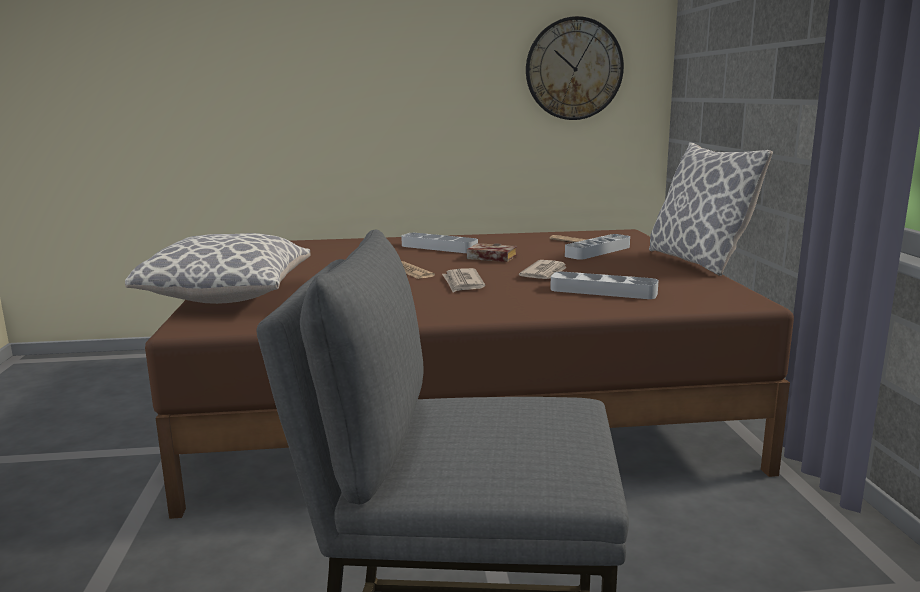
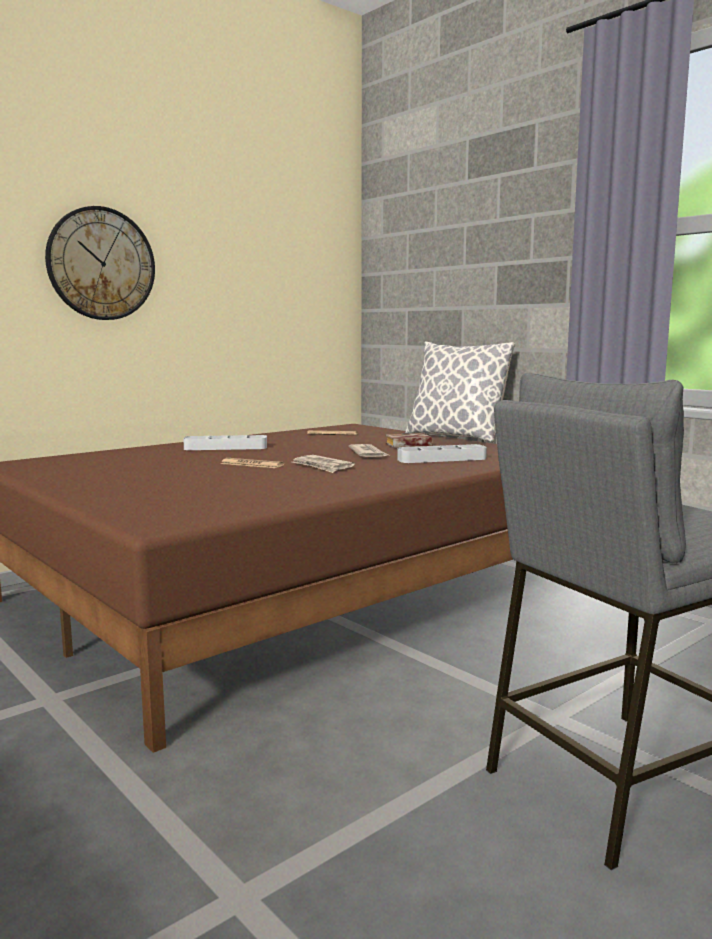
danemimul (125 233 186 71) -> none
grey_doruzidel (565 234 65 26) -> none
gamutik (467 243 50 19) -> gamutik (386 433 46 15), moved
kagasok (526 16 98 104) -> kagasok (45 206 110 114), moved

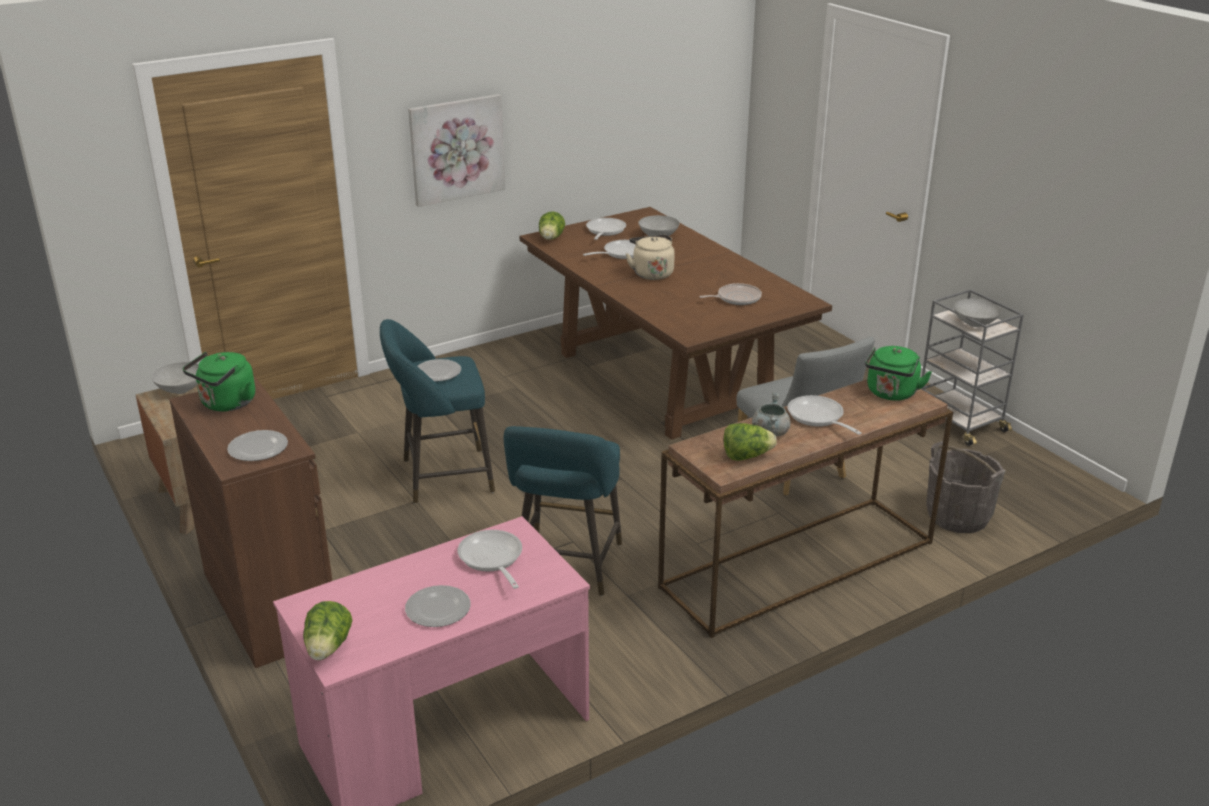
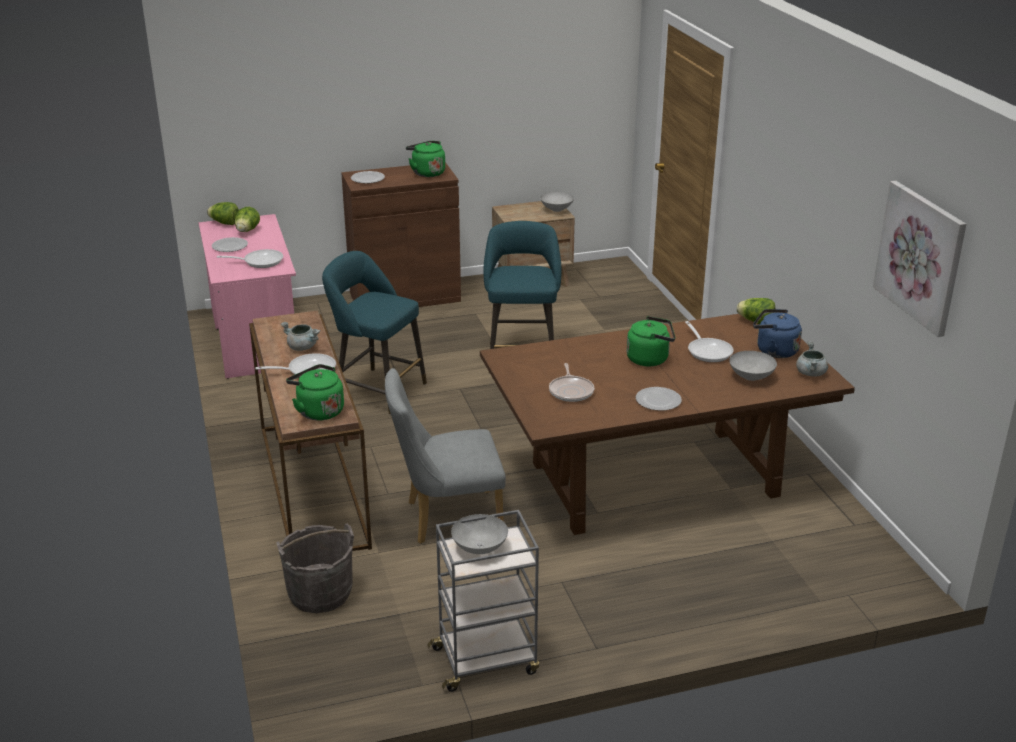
none -> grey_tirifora (796 341 32 35)
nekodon (408 94 97 113) -> nekodon (873 181 93 156), moved
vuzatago (417 359 44 23) -> vuzatago (636 387 46 24), moved
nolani (724 423 53 38) -> nolani (235 207 25 25), moved
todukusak (586 218 40 22) -> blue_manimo (753 309 49 49)
beige_manimo (626 235 49 45) -> green_manimo (626 316 49 50)

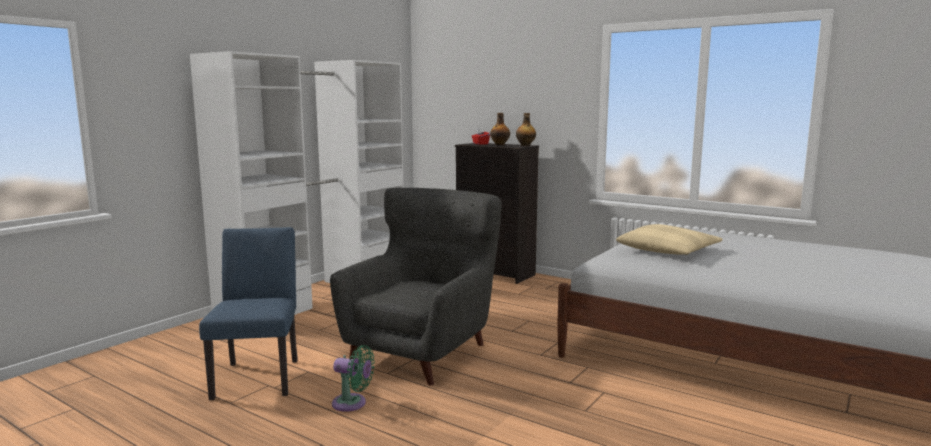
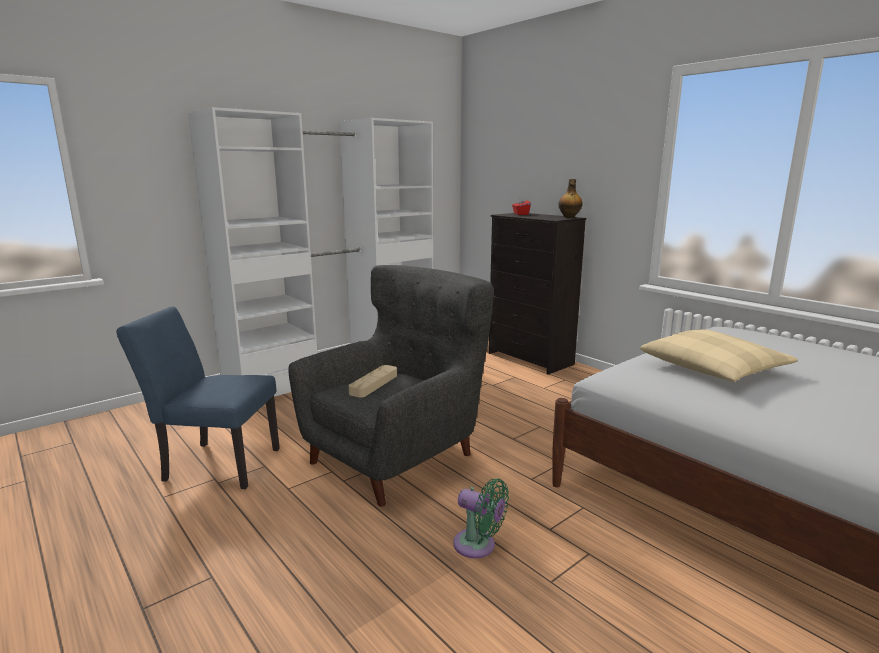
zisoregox (490 113 20 33) -> none
none -> beige_doruzidel (349 365 48 33)
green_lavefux (332 345 43 67) -> green_lavefux (453 479 56 79), moved
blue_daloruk (199 227 99 173) -> blue_daloruk (116 306 164 183), 90 degrees counterclockwise

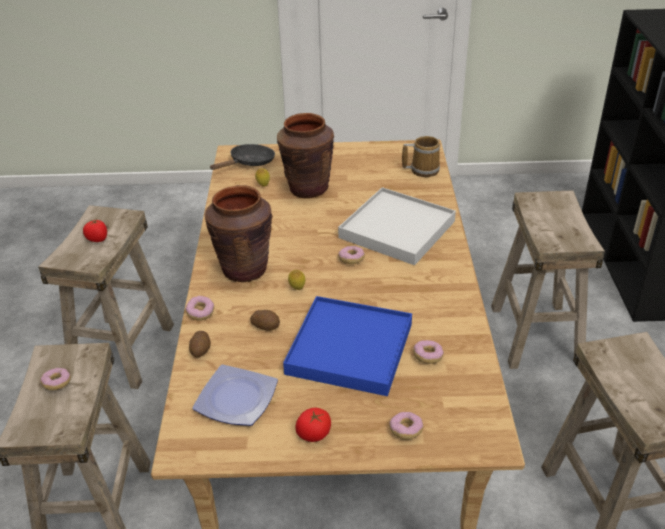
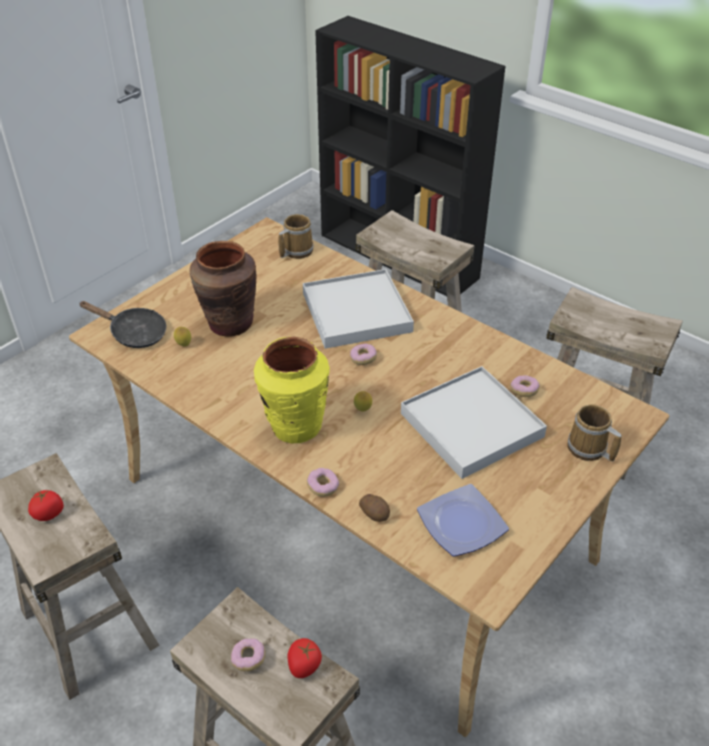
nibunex (250 310 30 21) -> none
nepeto (295 408 36 34) -> nepeto (288 638 34 40), moved
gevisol (389 412 35 28) -> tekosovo (567 404 55 58)
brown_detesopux (205 185 68 97) -> yellow_detesopux (254 337 76 106)
blue_doruzidel (283 296 129 100) -> white_doruzidel (401 366 146 113)
black_todukusak (210 144 65 26) -> black_todukusak (80 301 87 47), 120 degrees clockwise

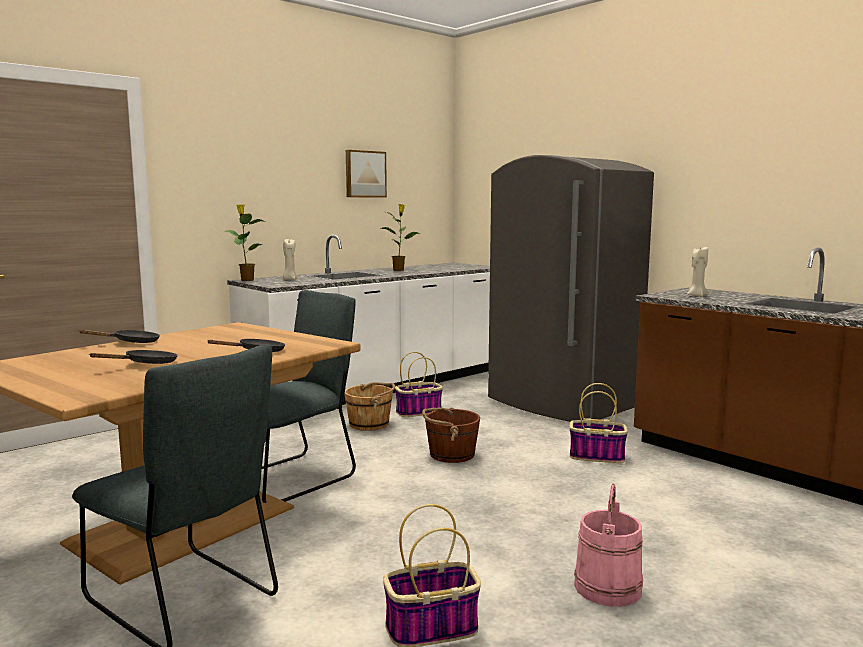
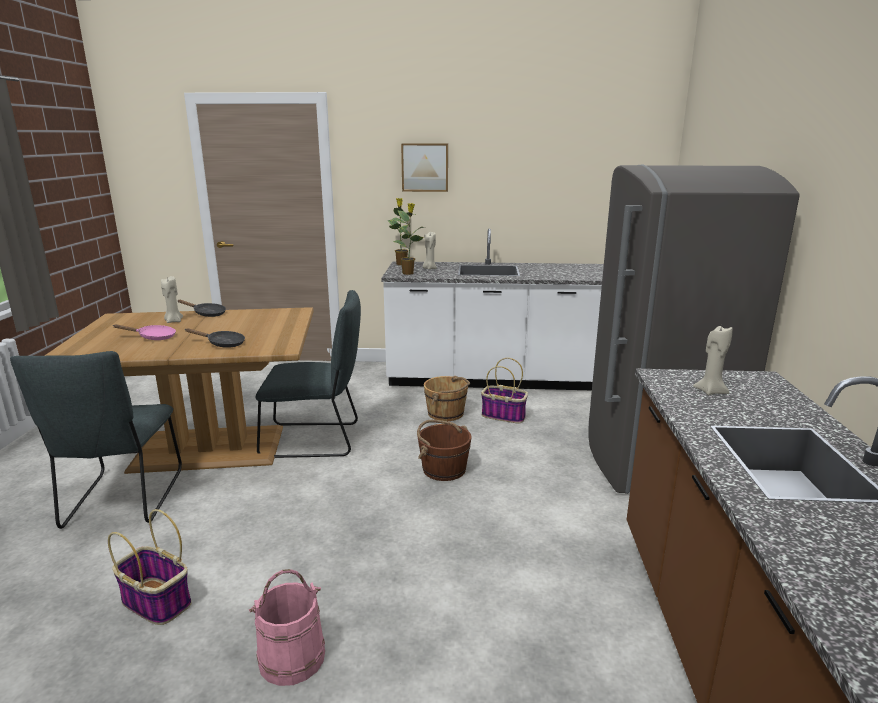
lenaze (570 383 58 80) -> none
none -> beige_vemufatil (161 276 22 47)
nekodon (346 150 41 48) -> nekodon (401 143 47 49), moved
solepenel (380 204 40 67) -> solepenel (391 203 33 72), moved
black_todukusak (89 350 89 14) -> pink_todukusak (114 324 62 16)

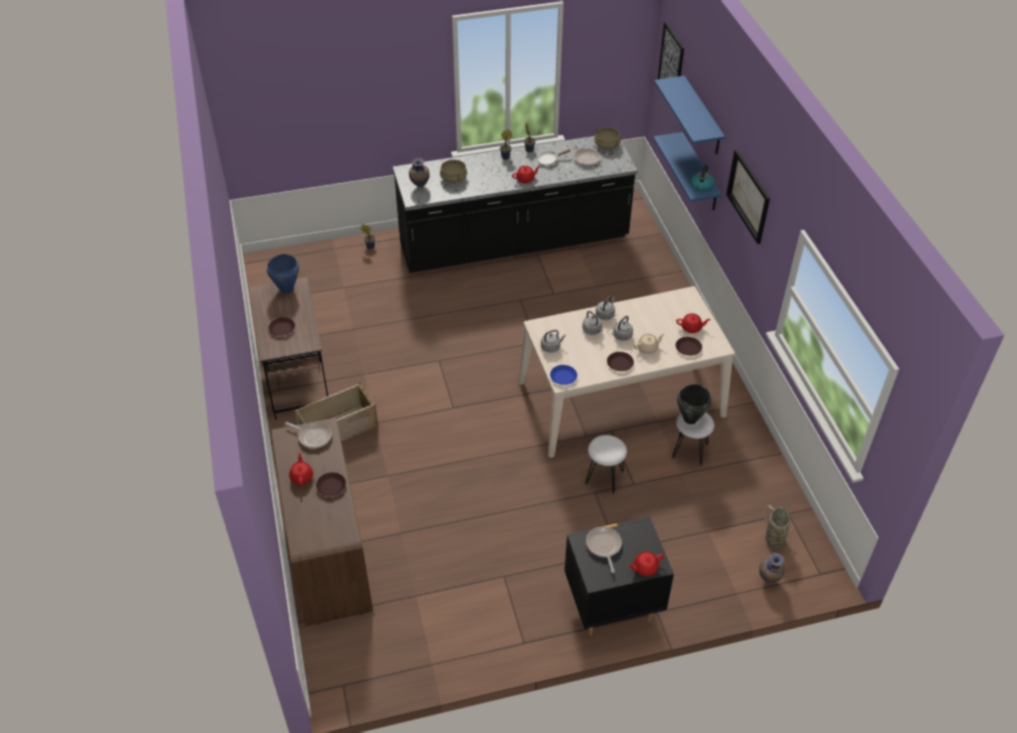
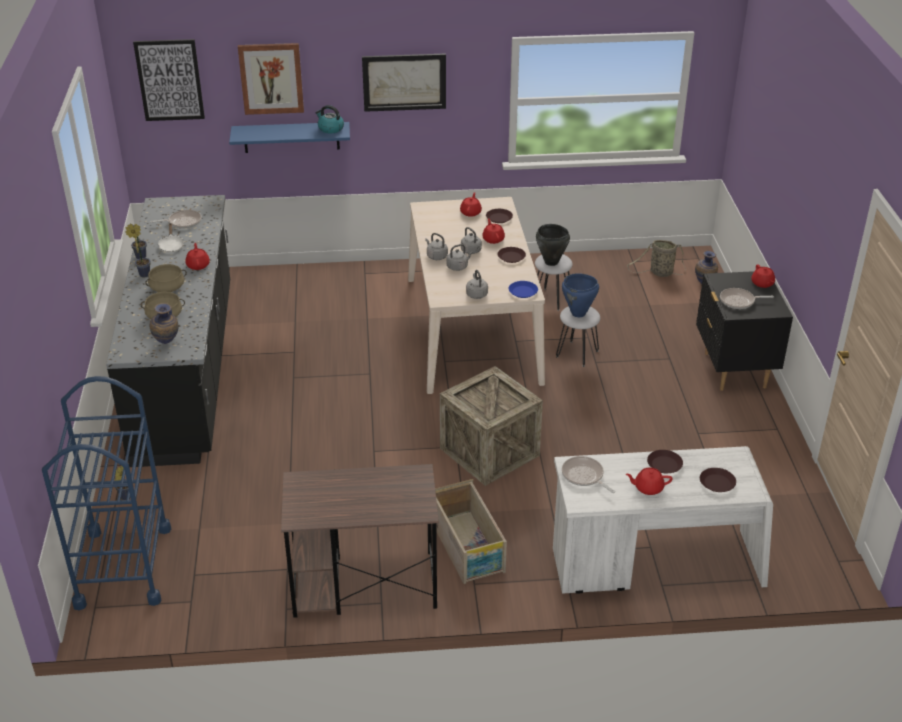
none -> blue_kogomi (42 376 129 234)
none -> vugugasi (440 366 103 120)
blue_tirifora (267 254 32 40) -> blue_tirifora (562 273 37 44), moved
brown_vuzatago (269 317 26 19) -> brown_vuzatago (700 468 36 24), moved
beige_tirifora (594 127 27 22) -> beige_tirifora (145 264 42 28), moved
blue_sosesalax (654 76 71 78) -> nekodon (238 43 66 72)
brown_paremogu (271 417 102 209) -> white_paremogu (553 446 220 148)
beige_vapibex (634 334 31 20) -> red_vapibex (482 218 23 26)
todukusak (285 422 47 27) -> todukusak (562 456 53 37), 75 degrees counterclockwise

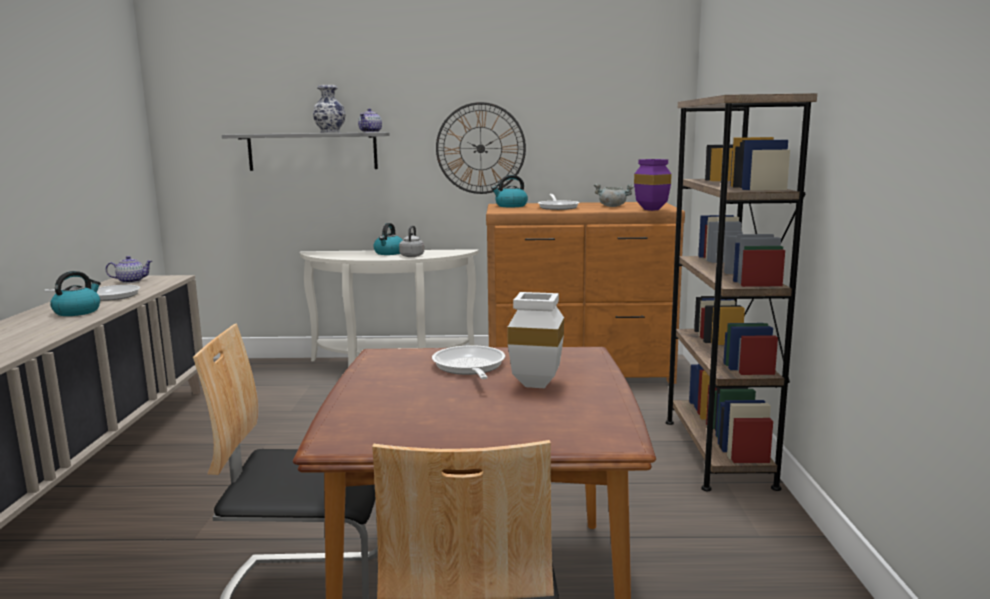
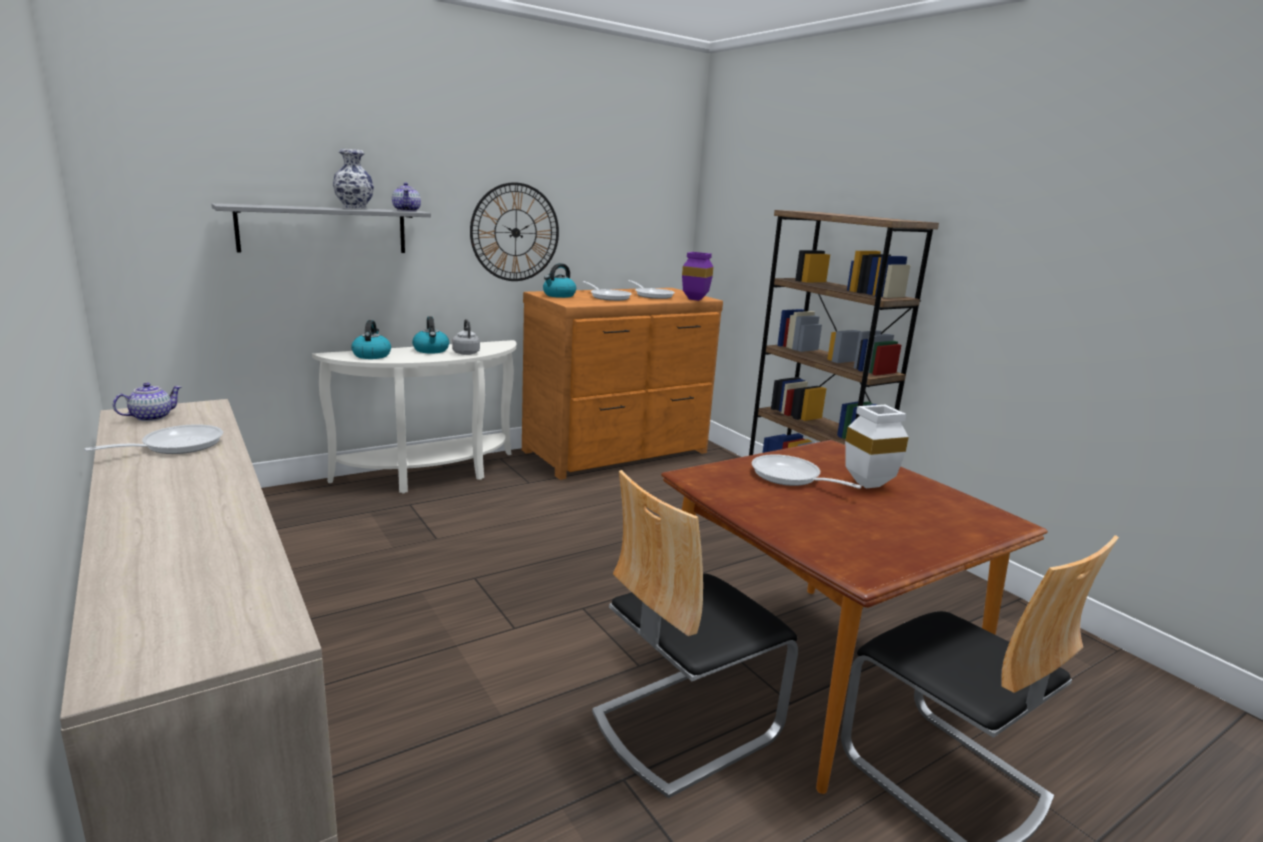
manimo (50 271 51 45) -> manimo (351 320 40 39), moved
grey_tirifora (594 183 40 24) -> todukusak (628 280 47 19)

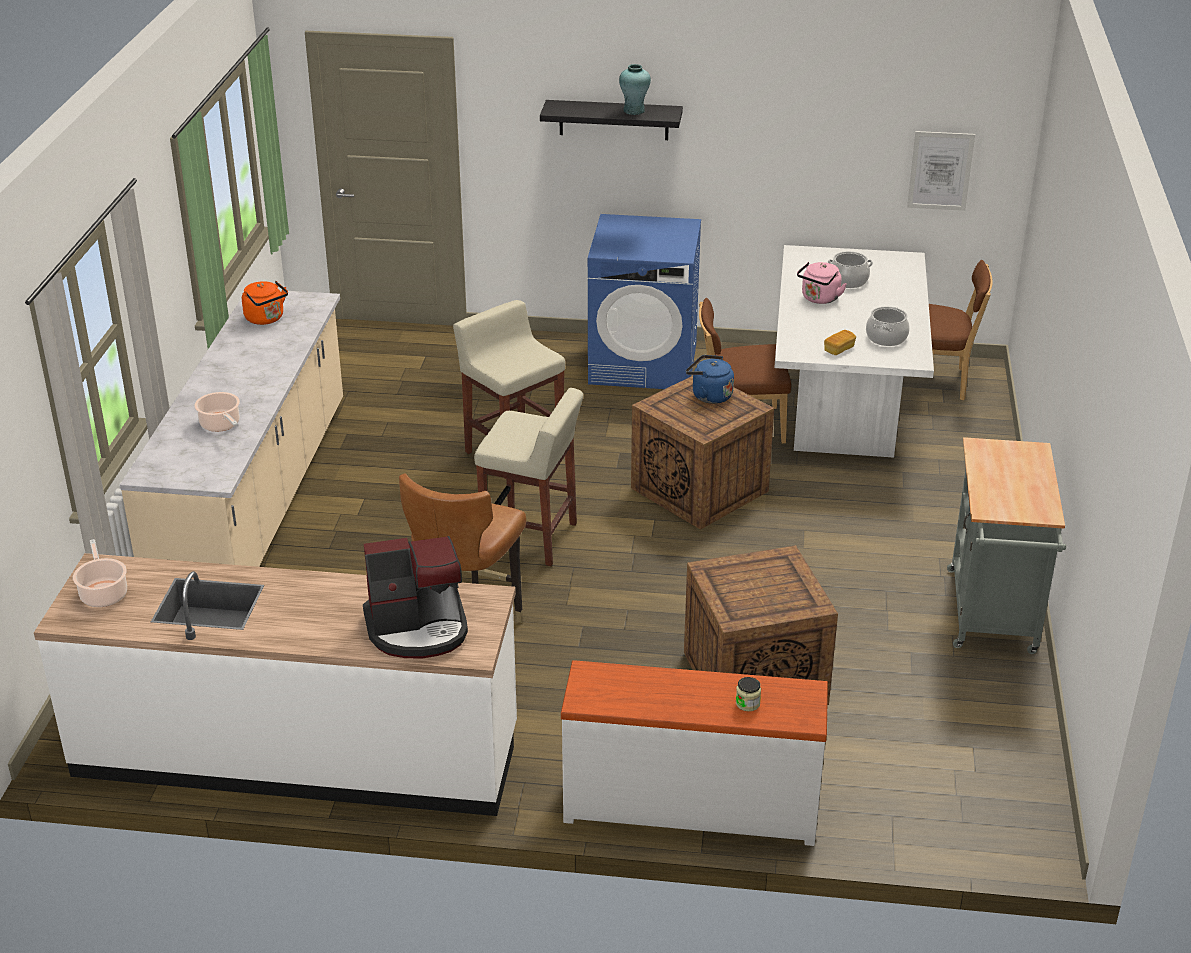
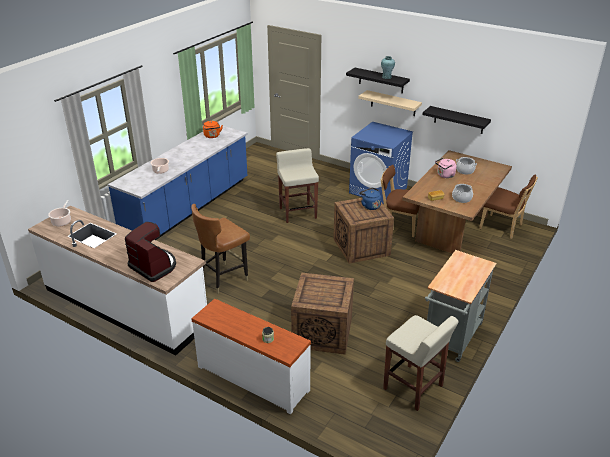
nekodon (907 131 68 80) -> none
none -> beige_sosesalax (358 90 64 26)
none -> black_sosesalax (423 106 68 28)
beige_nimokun (474 388 109 178) -> beige_nimokun (383 315 75 96), moved
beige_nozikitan (120 290 223 277) -> blue_nozikitan (108 125 139 115)
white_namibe (774 245 160 212) -> brown_namibe (402 150 110 104)
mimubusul (363 536 105 122) -> mimubusul (125 222 51 60), 150 degrees counterclockwise

